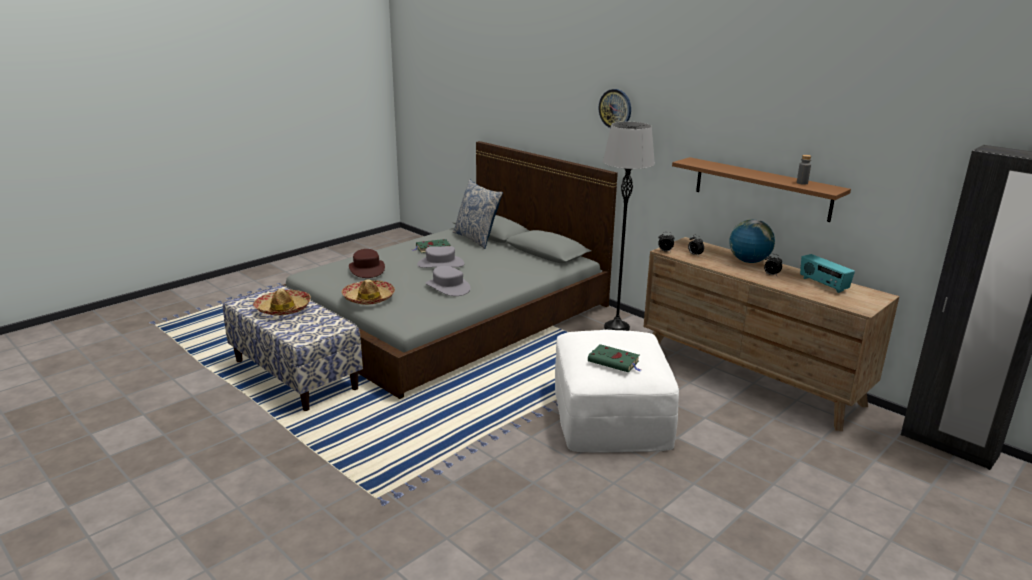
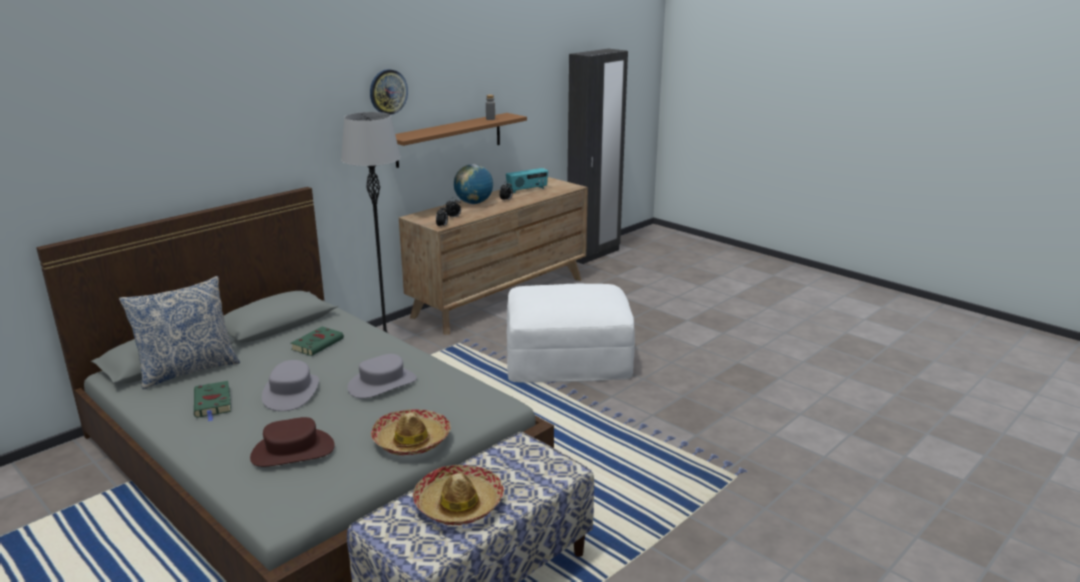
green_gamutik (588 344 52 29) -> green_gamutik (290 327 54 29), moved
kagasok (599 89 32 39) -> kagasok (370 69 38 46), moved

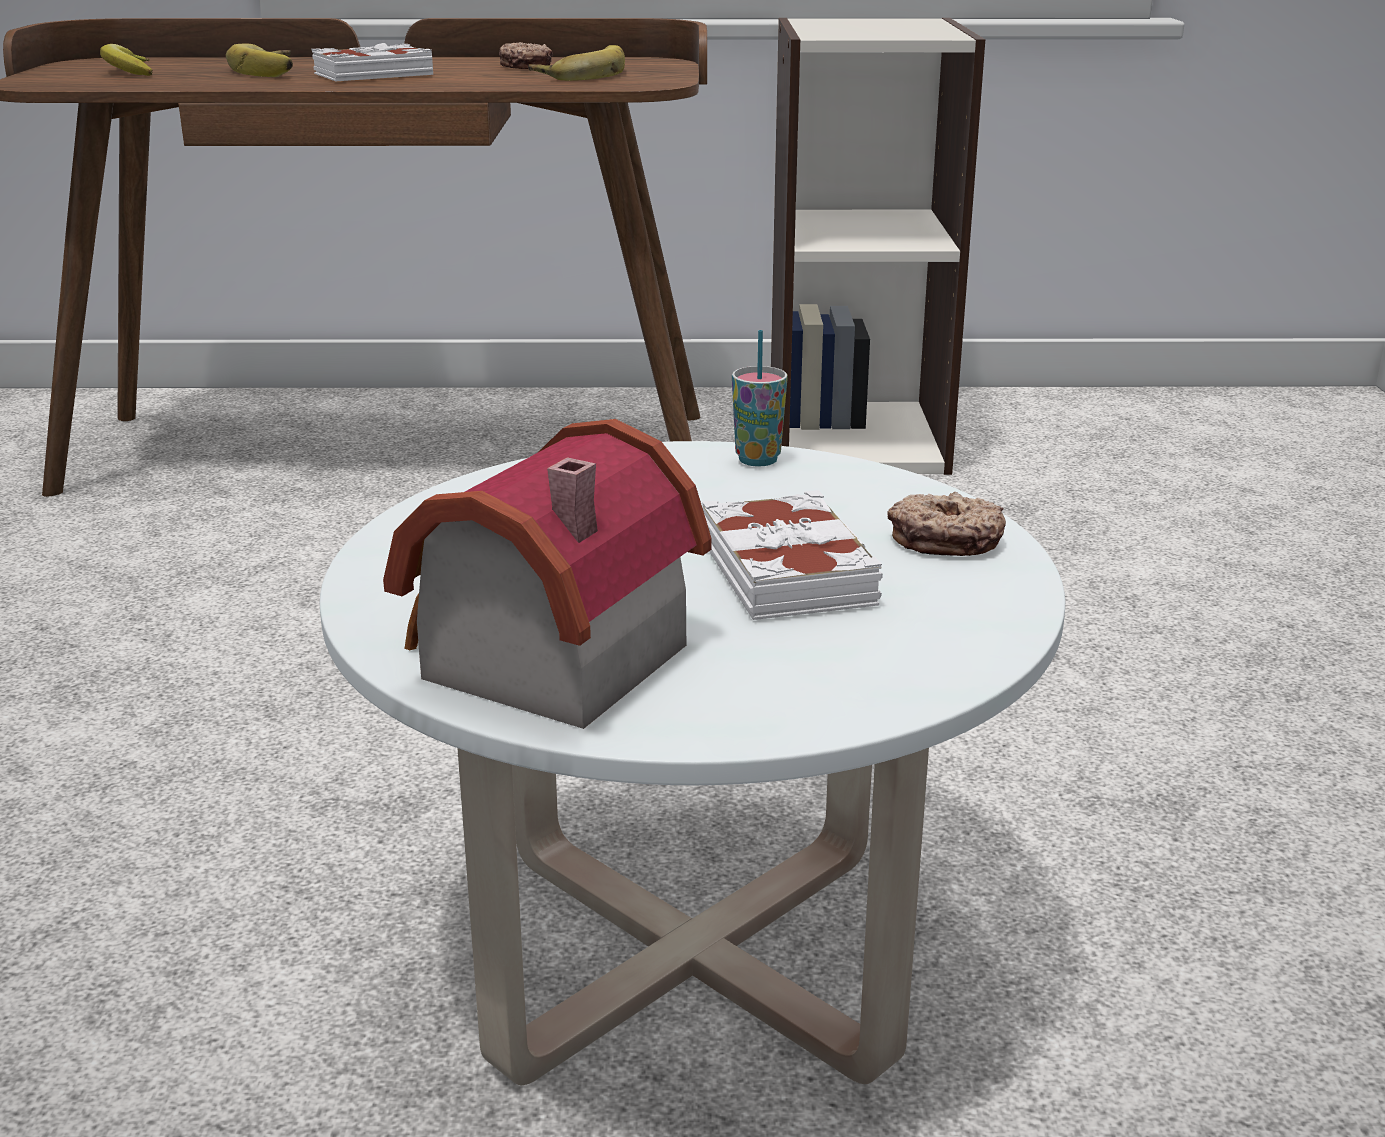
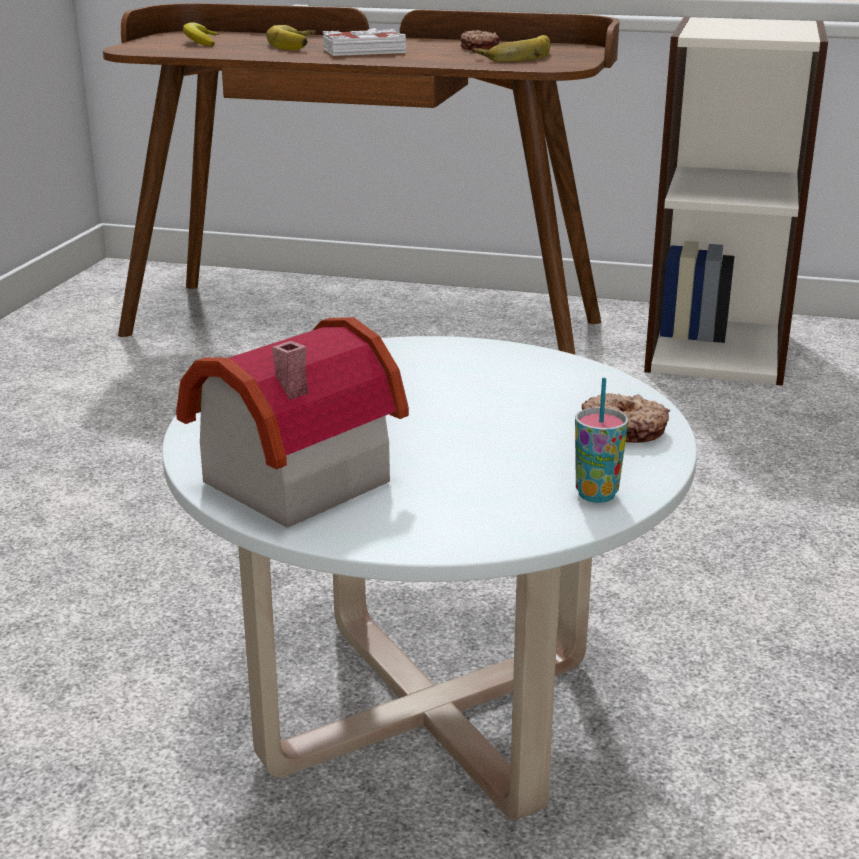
white_gamutik (702 490 181 130) -> none
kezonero (732 330 56 137) -> kezonero (575 378 53 125), moved

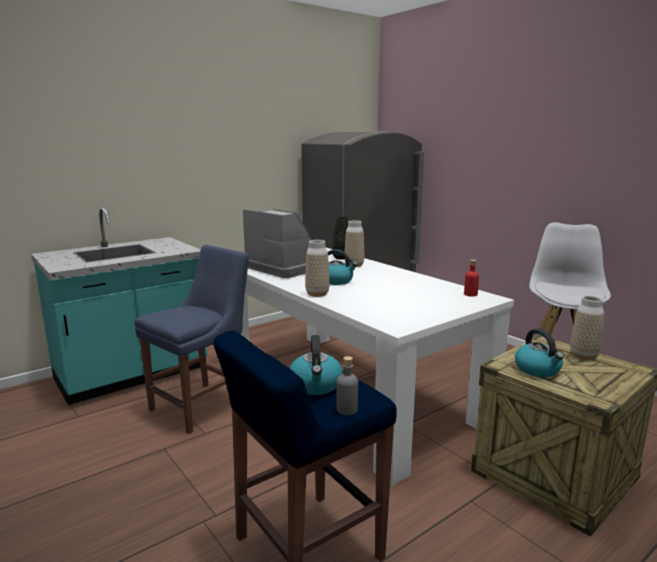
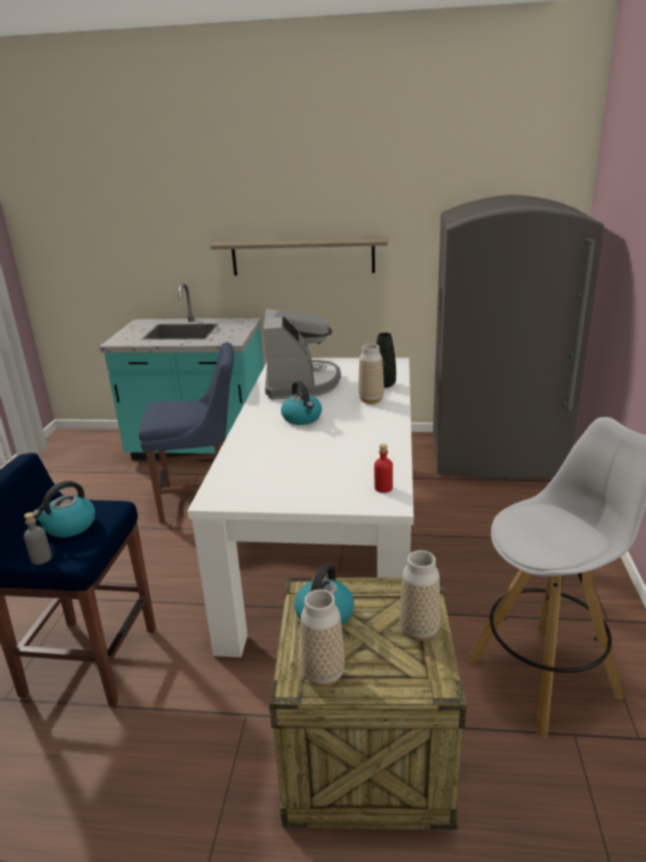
none -> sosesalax (210 236 178 40)
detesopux (305 240 25 57) -> detesopux (301 589 44 98), moved

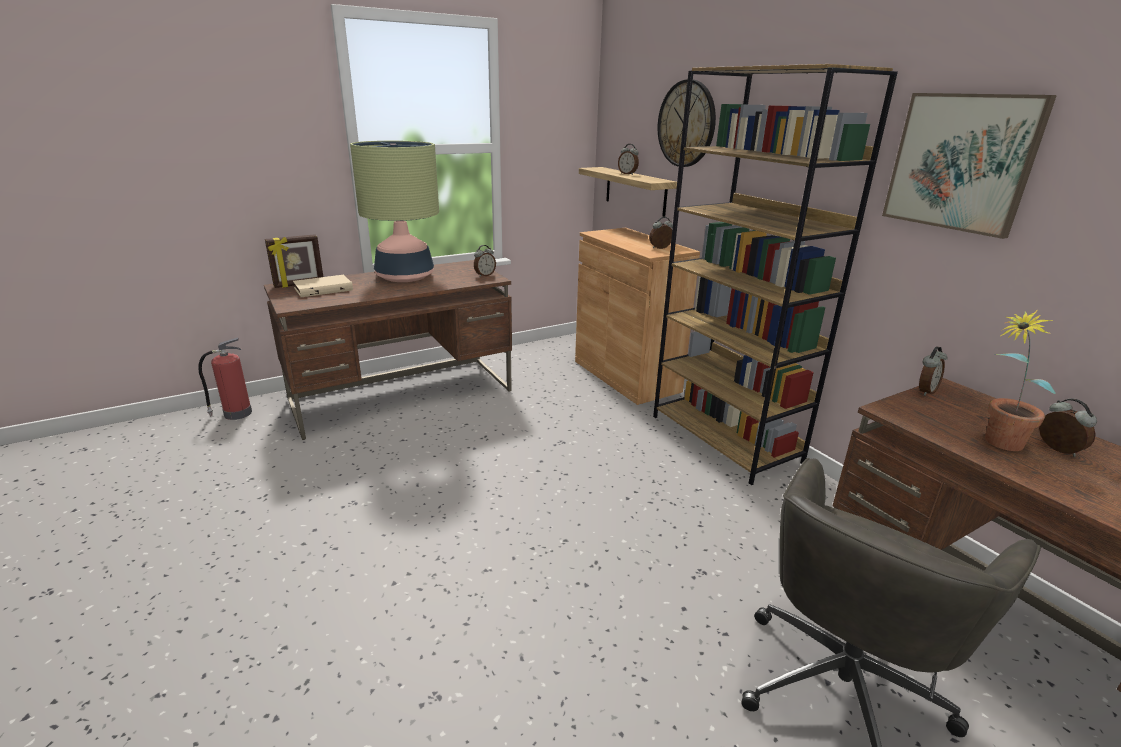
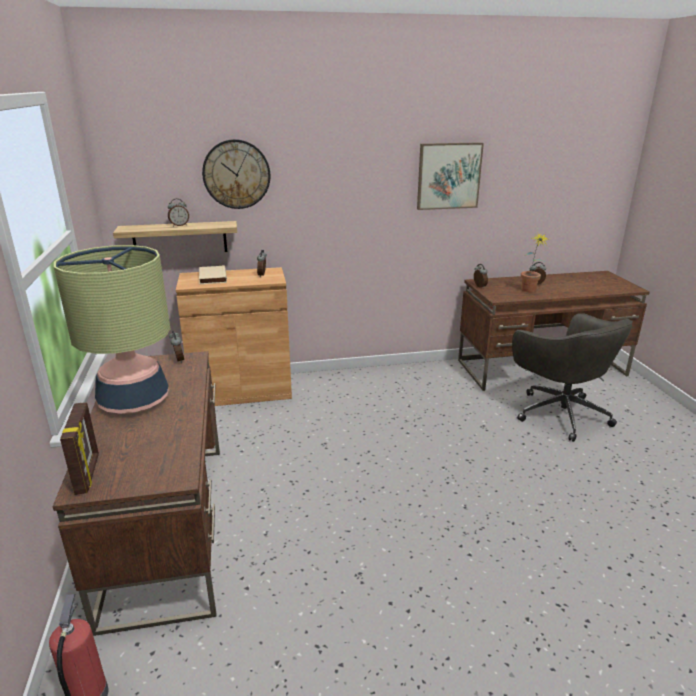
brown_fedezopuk (653 64 245 421) -> none
beige_gamutik (293 275 60 22) -> beige_gamutik (199 265 28 19), moved

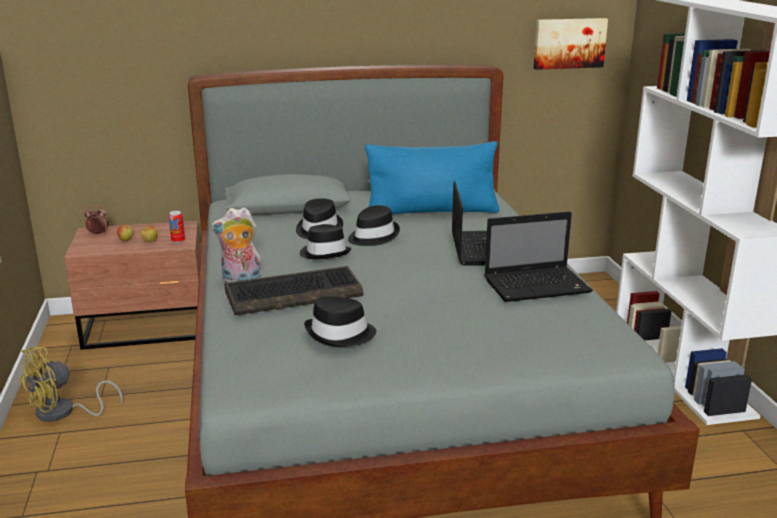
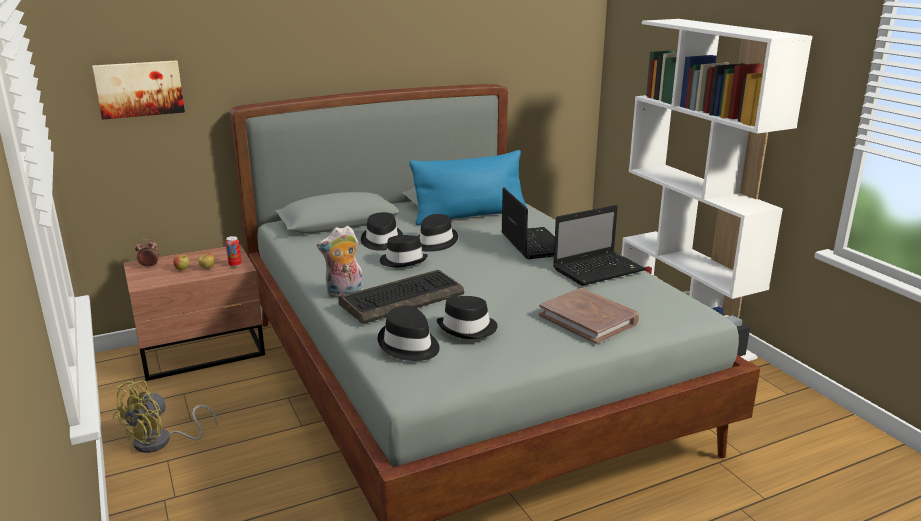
none -> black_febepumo (378 305 62 56)
none -> brown_gamutik (539 288 100 56)
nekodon (533 18 75 52) -> nekodon (92 60 93 60), moved

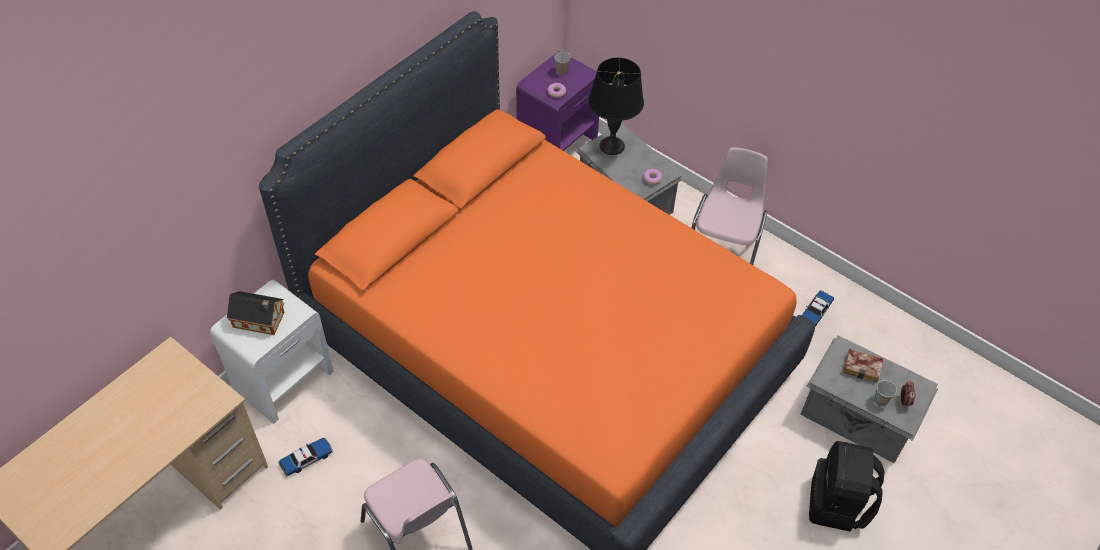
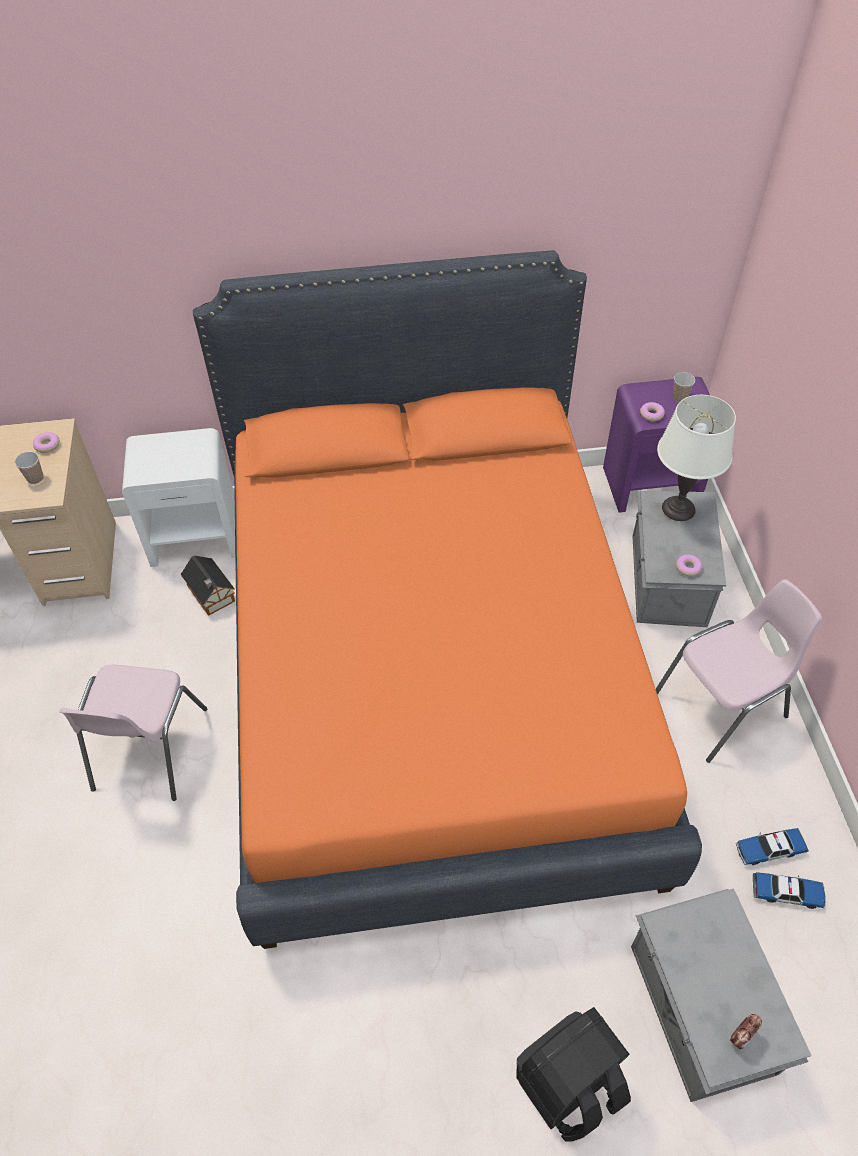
gamutik (843 349 40 34) -> none
none -> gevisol (33 432 27 21)
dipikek (227 291 57 44) -> dipikek (181 555 54 61), moved
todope (278 438 55 38) -> todope (753 872 73 37), moved
kezonero (874 380 23 26) -> kezonero (15 451 28 33), moved
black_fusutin (589 58 55 97) -> white_fusutin (657 395 79 126)

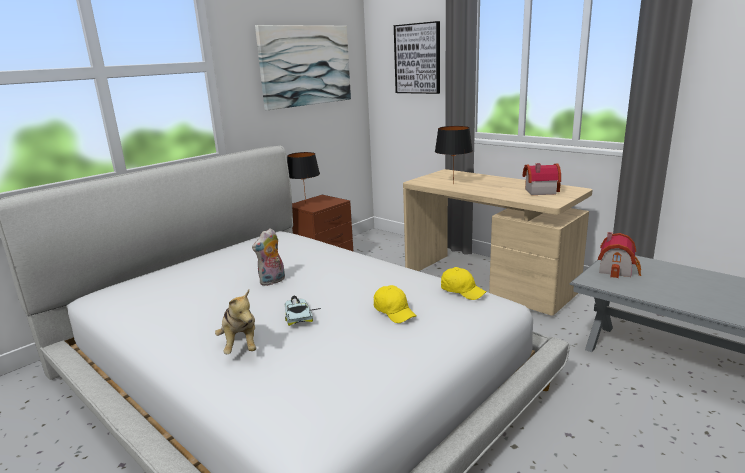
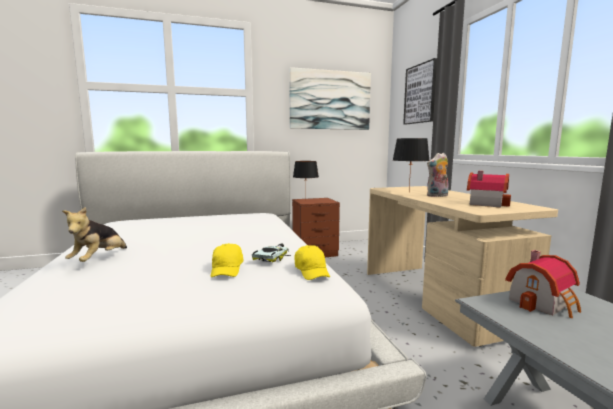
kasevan (252 228 33 58) -> kasevan (427 153 22 44), moved
todope (285 296 36 30) -> todope (252 243 39 19), moved

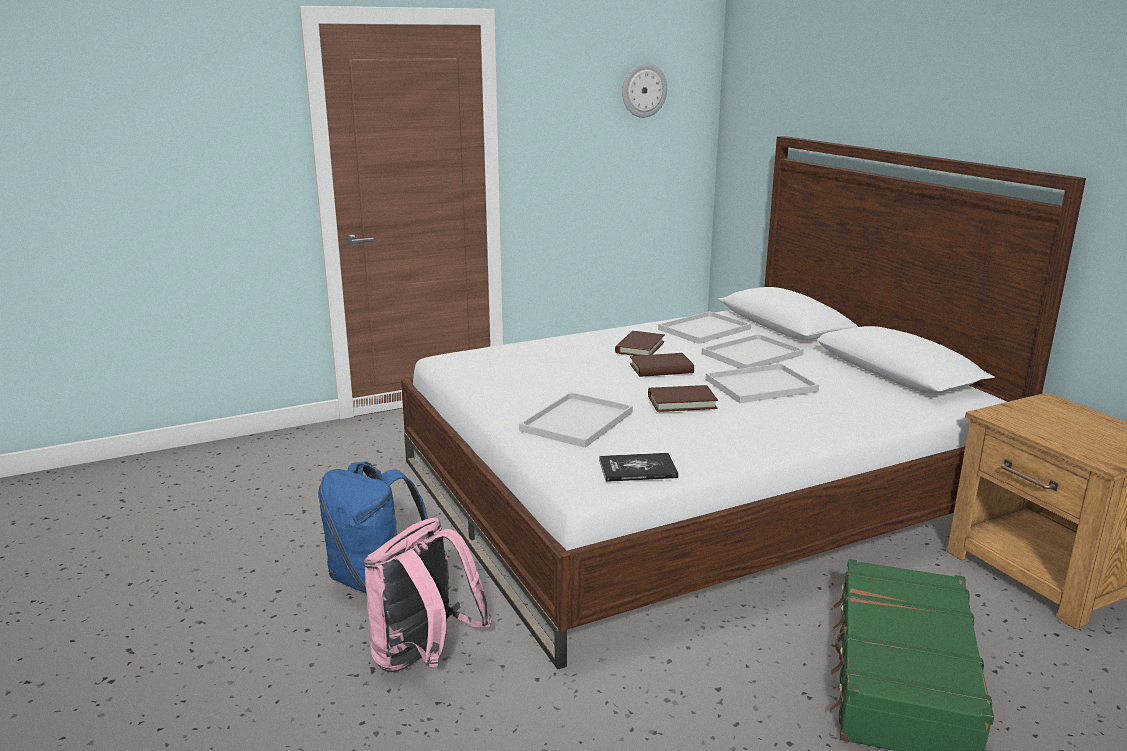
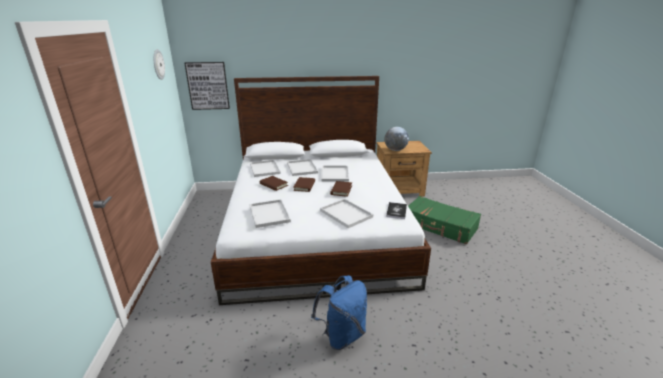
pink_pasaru (364 518 128 154) -> none
none -> nekodon (184 62 46 48)
none -> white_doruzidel (249 199 42 29)
none -> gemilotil (384 127 25 24)

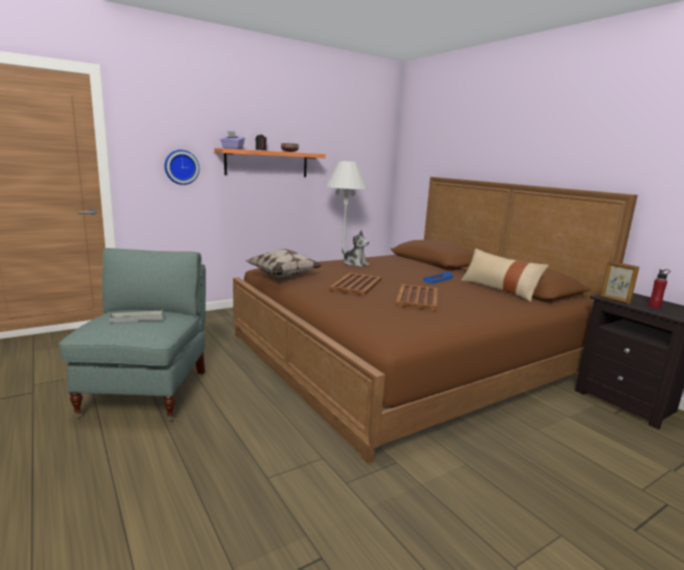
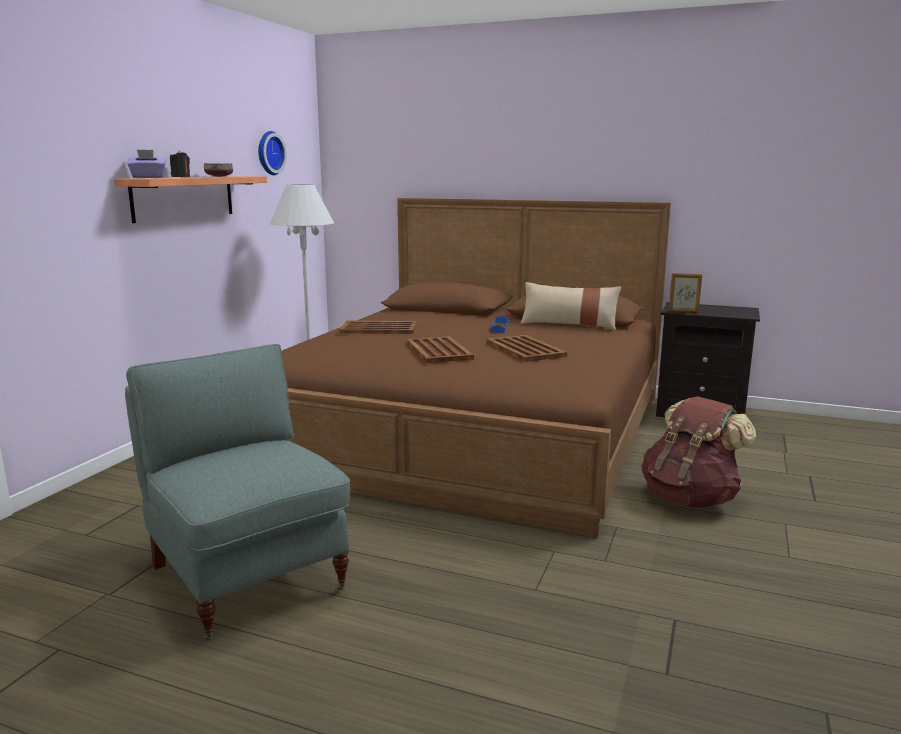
grey_doruzidel (109 309 54 14) -> none
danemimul (245 249 77 29) -> none
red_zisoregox (648 269 22 40) -> none
none -> brown_pasaru (642 396 114 112)
kagasok (165 150 34 35) -> kagasok (258 131 29 44), moved
kasevan (342 230 27 37) -> brown_doruzidel (339 321 78 13)

